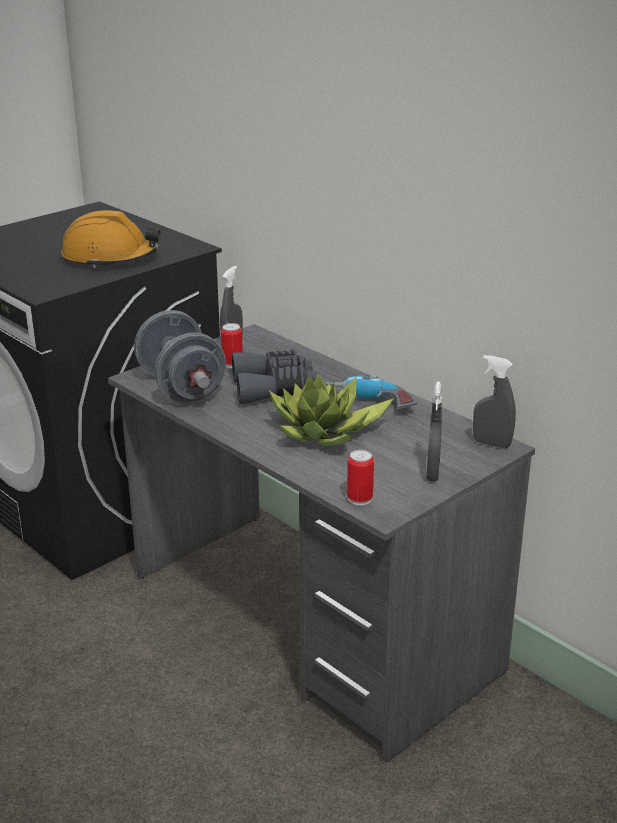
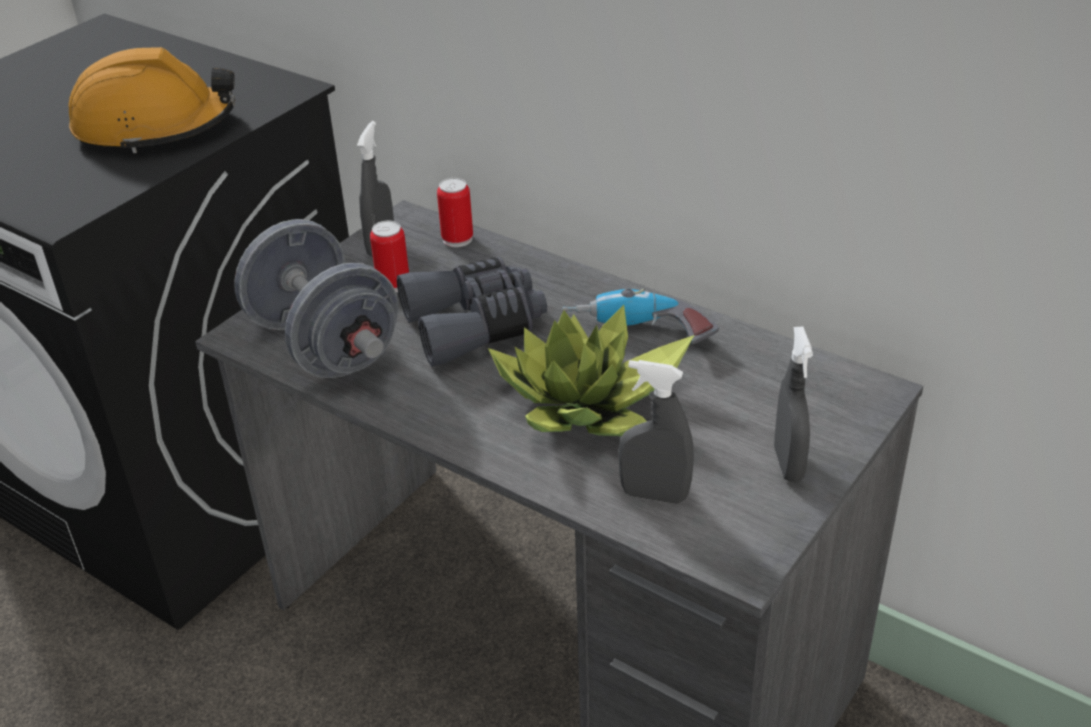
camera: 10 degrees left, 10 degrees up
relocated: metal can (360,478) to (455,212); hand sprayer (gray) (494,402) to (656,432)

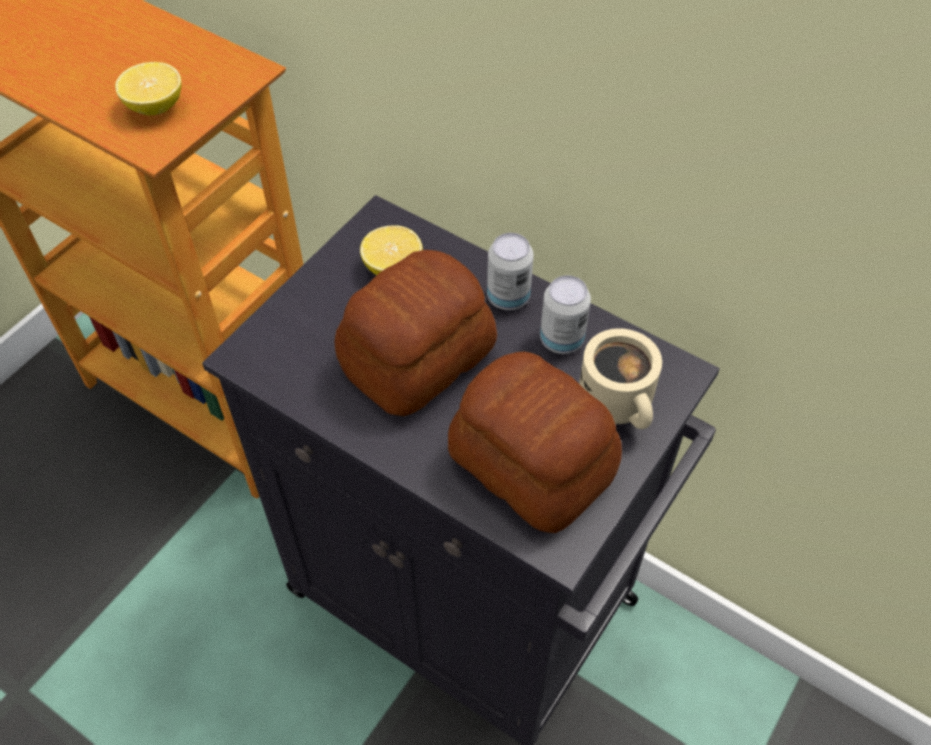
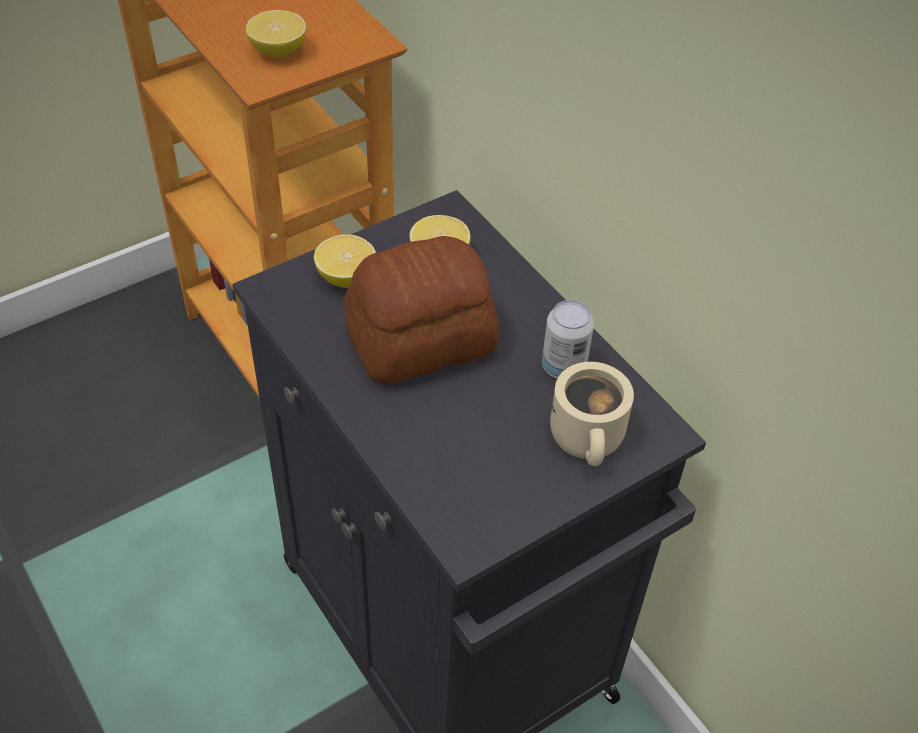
camera: 20 degrees right, 5 degrees down
missing: bread (535,442); metal can (510,271)
appeared: citrus fruit (345,261)

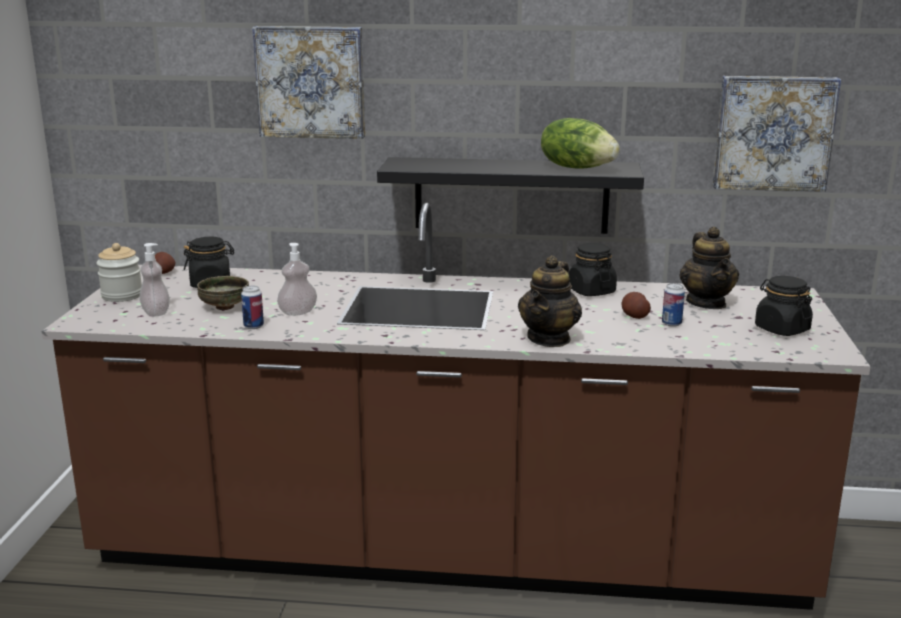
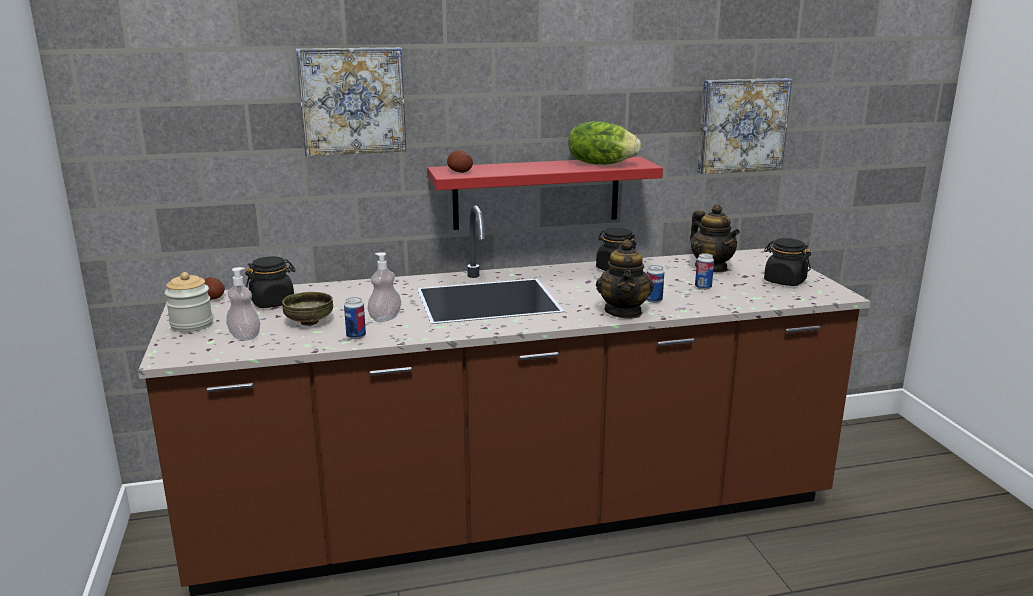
camera: 20 degrees left, 0 degrees up
appeared: metal can (655,284)
relocated: whole potato (636,305) to (460,161)
colour: shelf (blackish) (510,195) to shelf (red) (545,193)

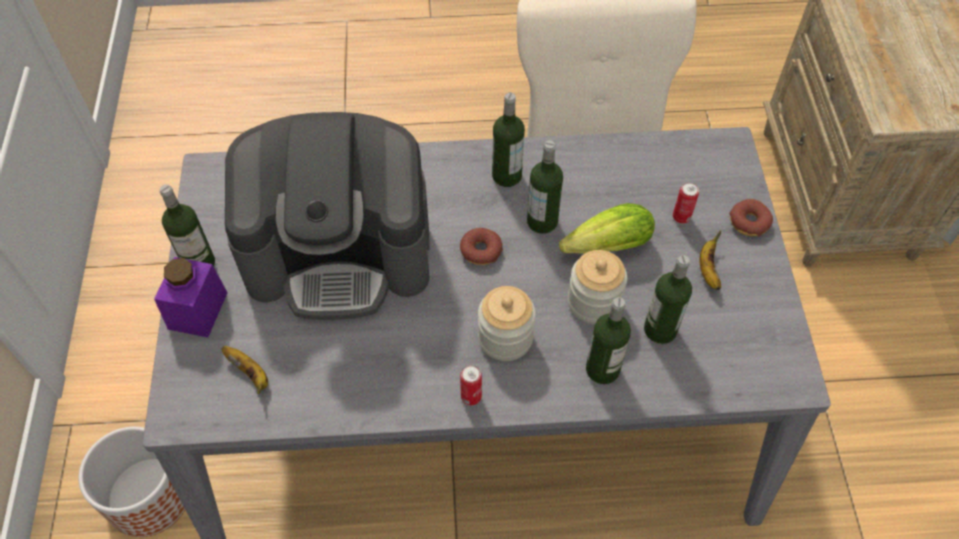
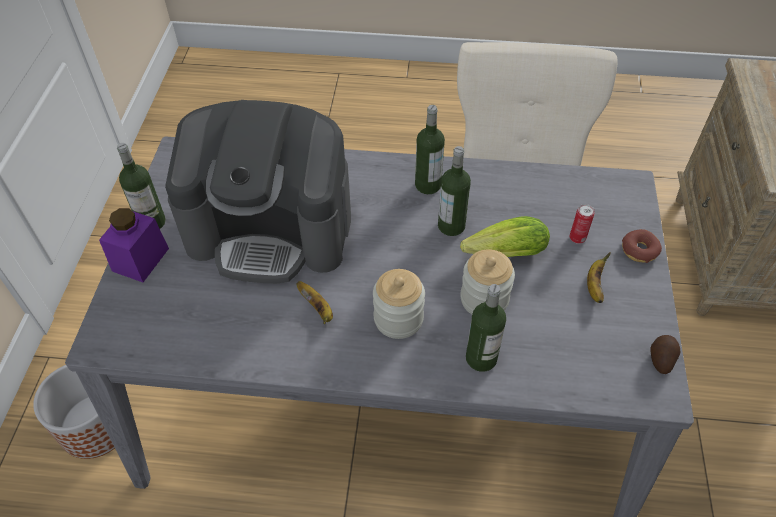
camera: 10 degrees right, 5 degrees down
missing: ring doughnut (481,246); metal can (471,385); bottle (668,299)
appeared: whole potato (665,354)
relocated: banana fruit (245,370) to (315,302)

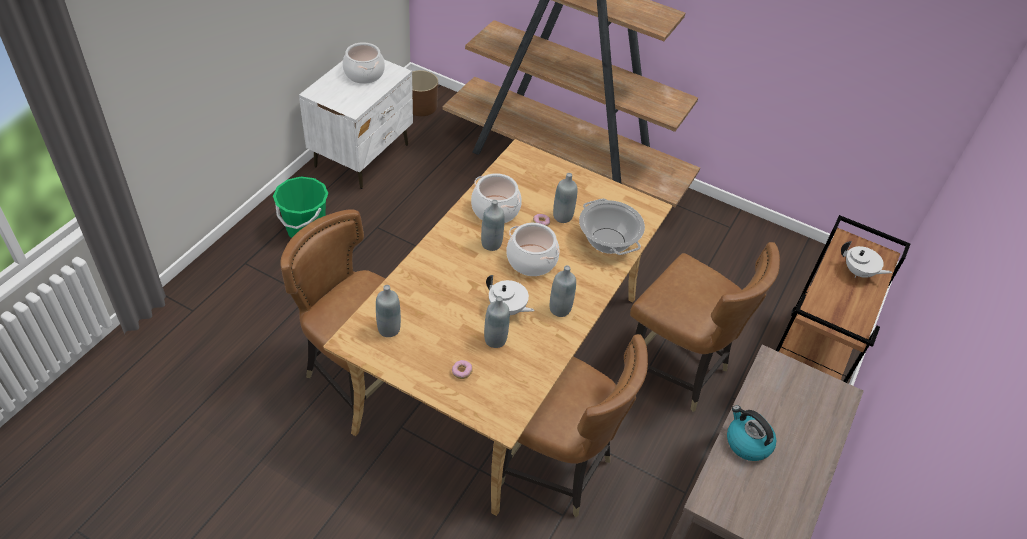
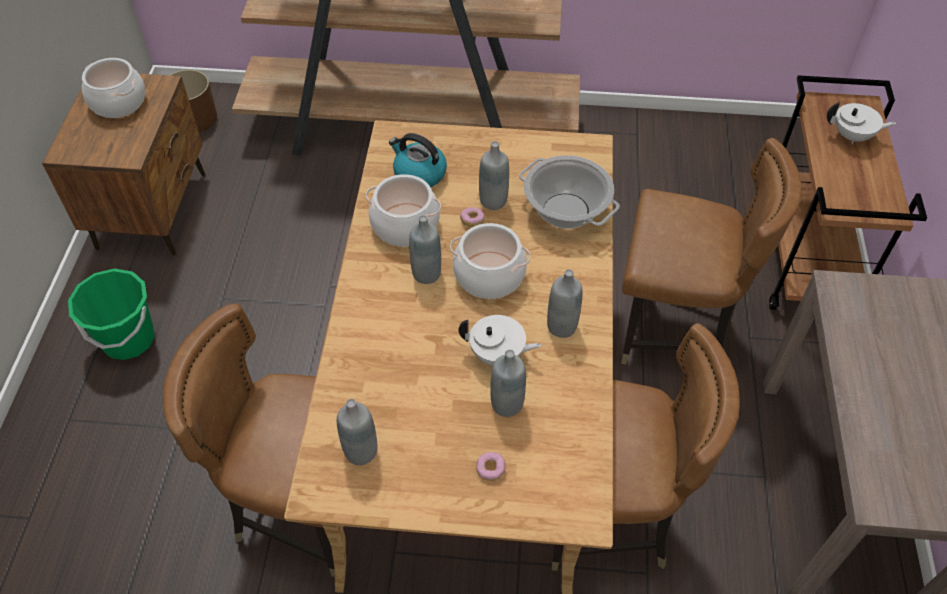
camera: 20 degrees left, 5 degrees up
relocated: water kettle (751,433) to (418,160)
colour: bedside table (white) (356,124) to bedside table (brown-coloured) (123,164)

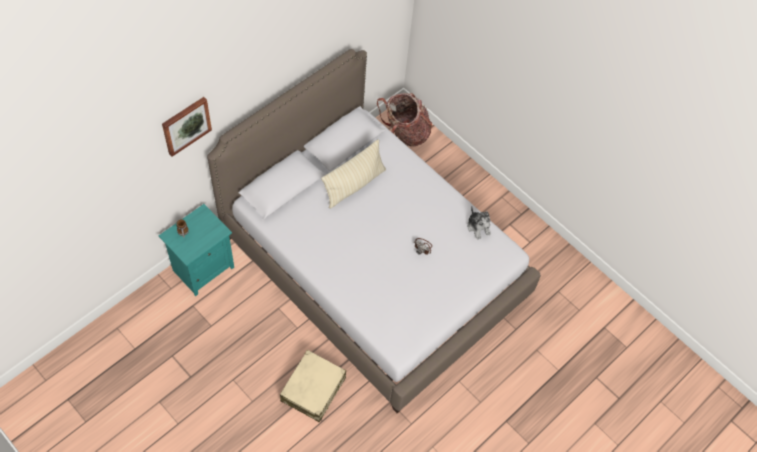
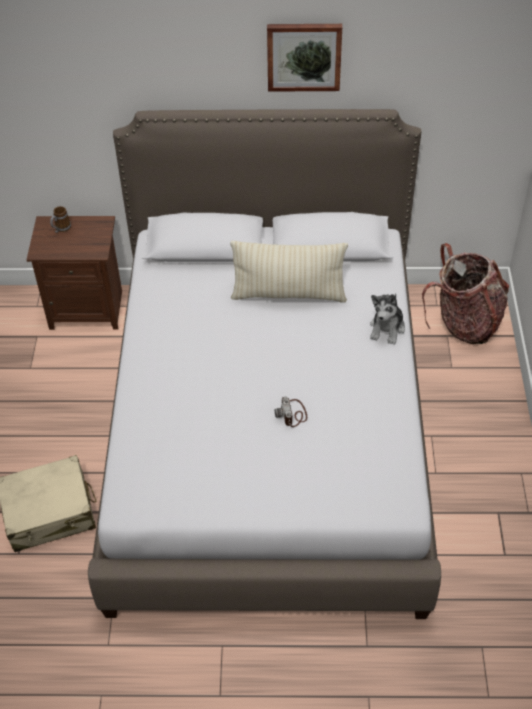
camera: 50 degrees right, 10 degrees down
relocated: wall picture (187,126) to (304,58); soft toy (479,223) to (387,319)
colour: bedside table (turquoise) (196,250) to bedside table (brown-coloured) (74,273)

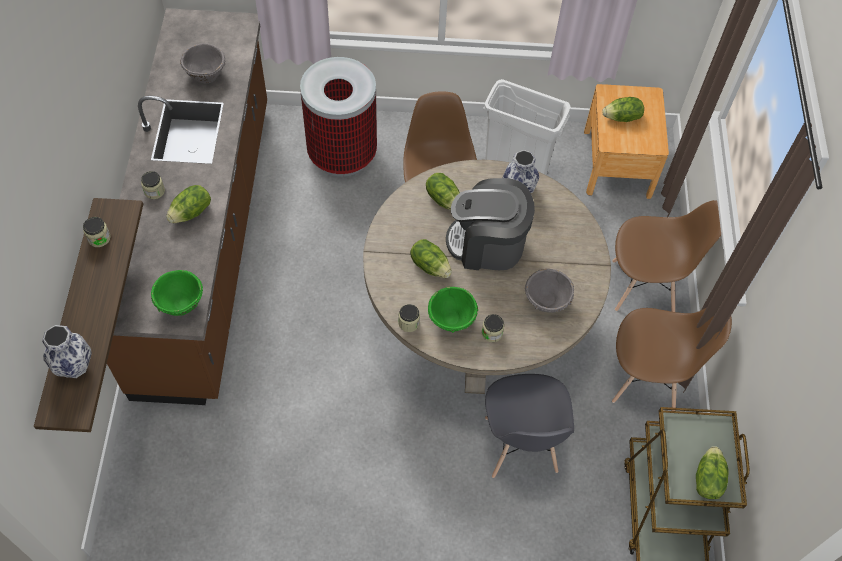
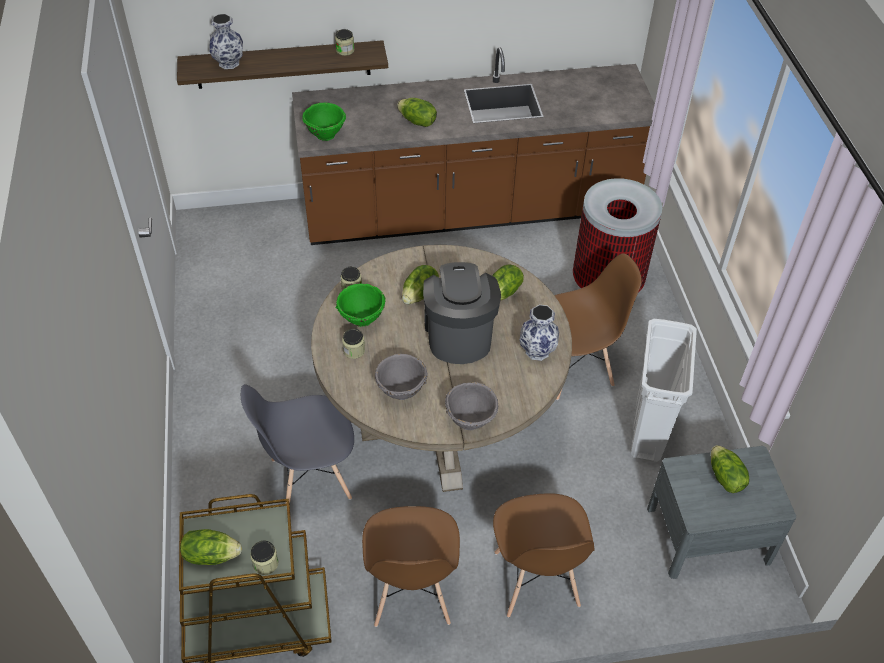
camera: 80 degrees right, 10 degrees down
relocated: jar (153,185) to (264,557); deep dish (gray) (202,63) to (471,406)
colour: bedside table (brown-coloured) (626,141) to bedside table (gray) (721,512)

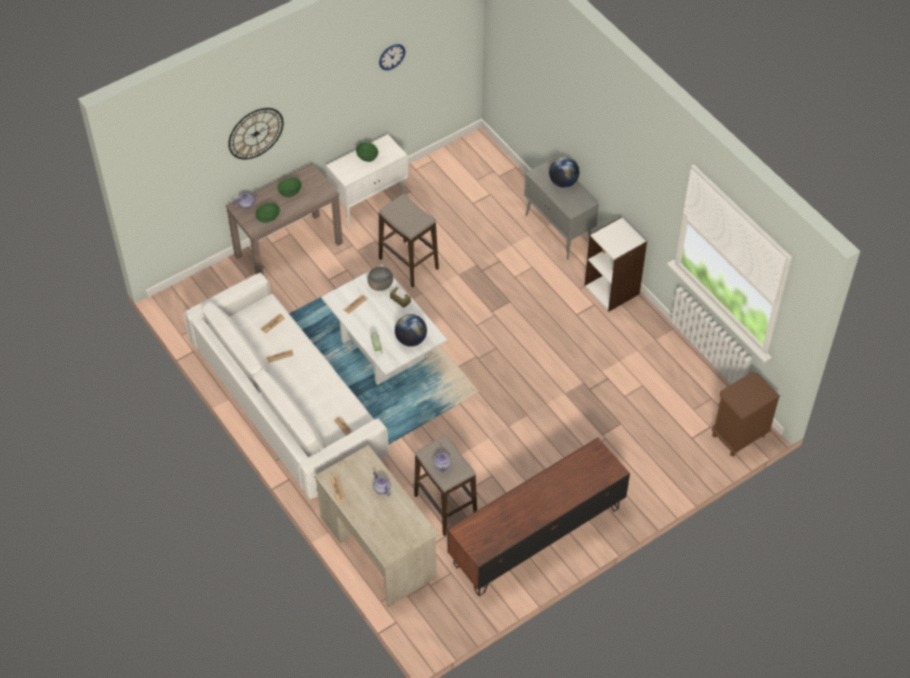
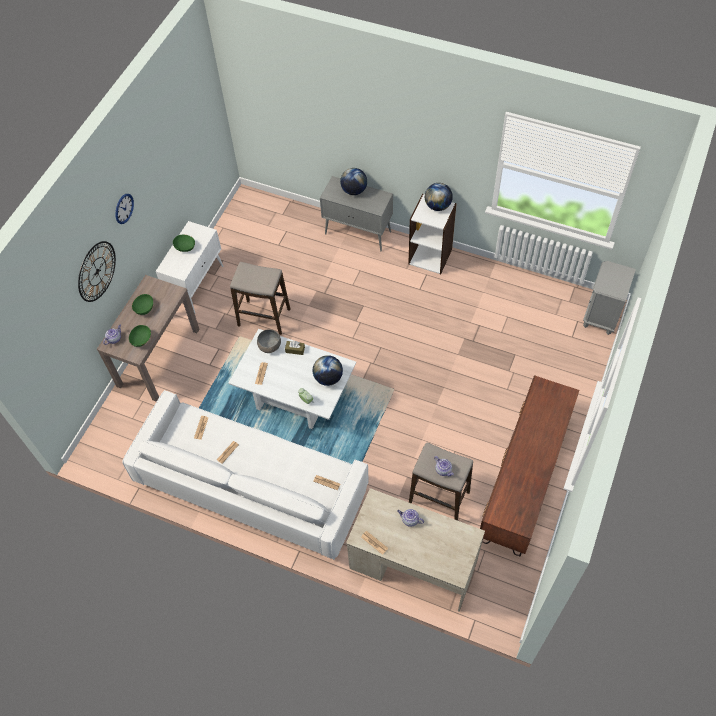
camera: 30 degrees left, 5 degrees up
appeared: globe (439,197)
relocated: clock on the wall (392,57) to (124,209)
colour: bedside table (brown-coloured) (746,414) to bedside table (gray) (609,298)

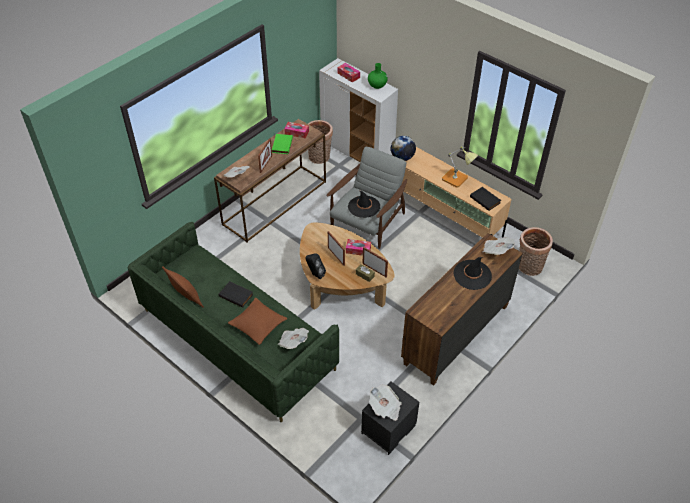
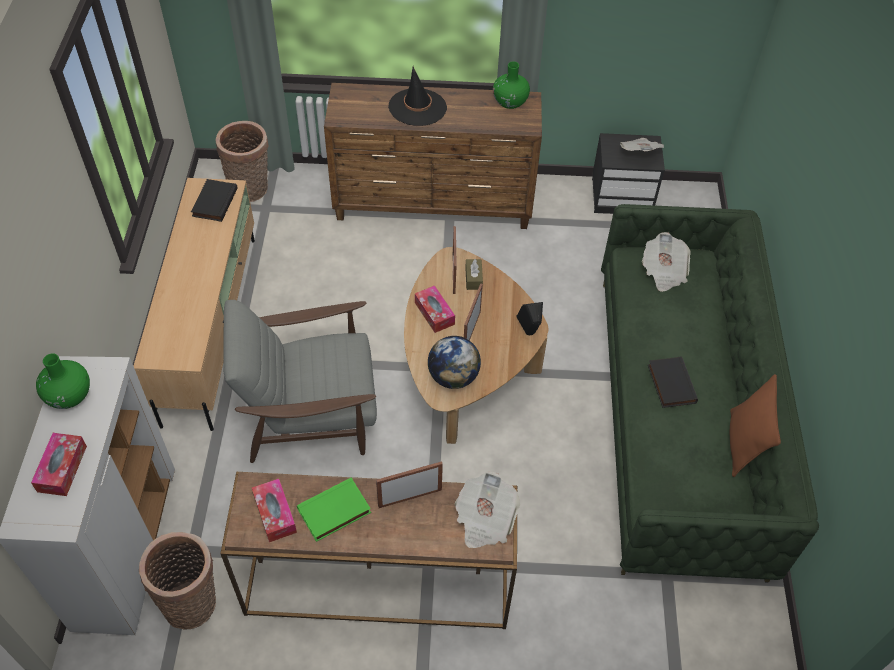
camera: 130 degrees left, 5 degrees up
missing: cushion (brown-coloured) (257,321); hat (blackish) (364,204); lamp for a table (460,167); daily paper (498,246)
appeared: decorative vase (green) (511,85)
relocated: globe (403,148) to (454,362)

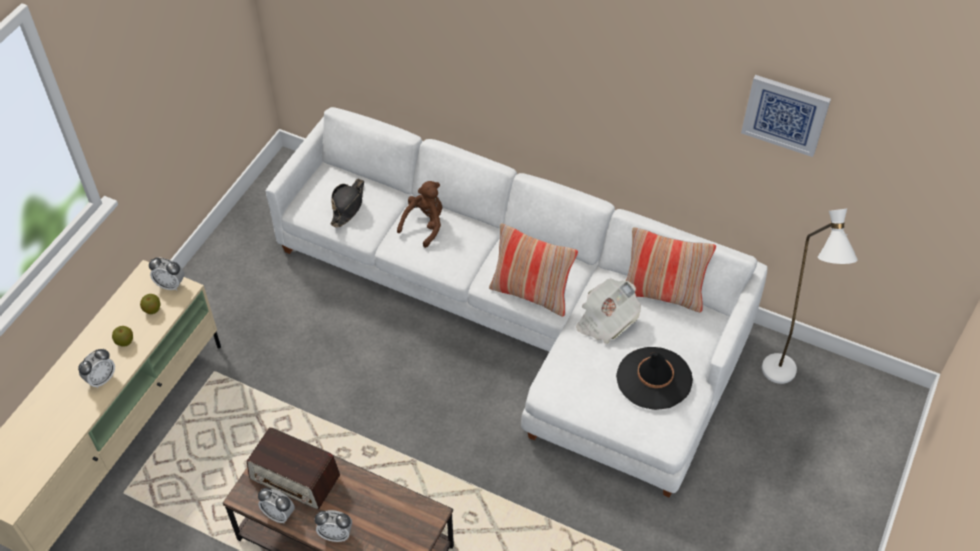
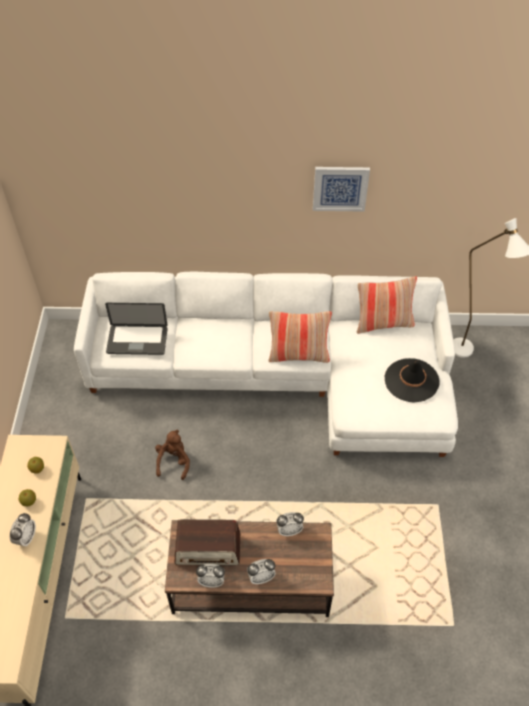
camera: 25 degrees left, 0 degrees up
missing: daily paper (608,311)
relocated: bedside clock (166,274) to (290,524); soft toy (brown-coloured) (419,214) to (172,455); wall picture (786,116) to (341,189)
exchanged: hat (blackish) (347,203) to laptop (136,329)

